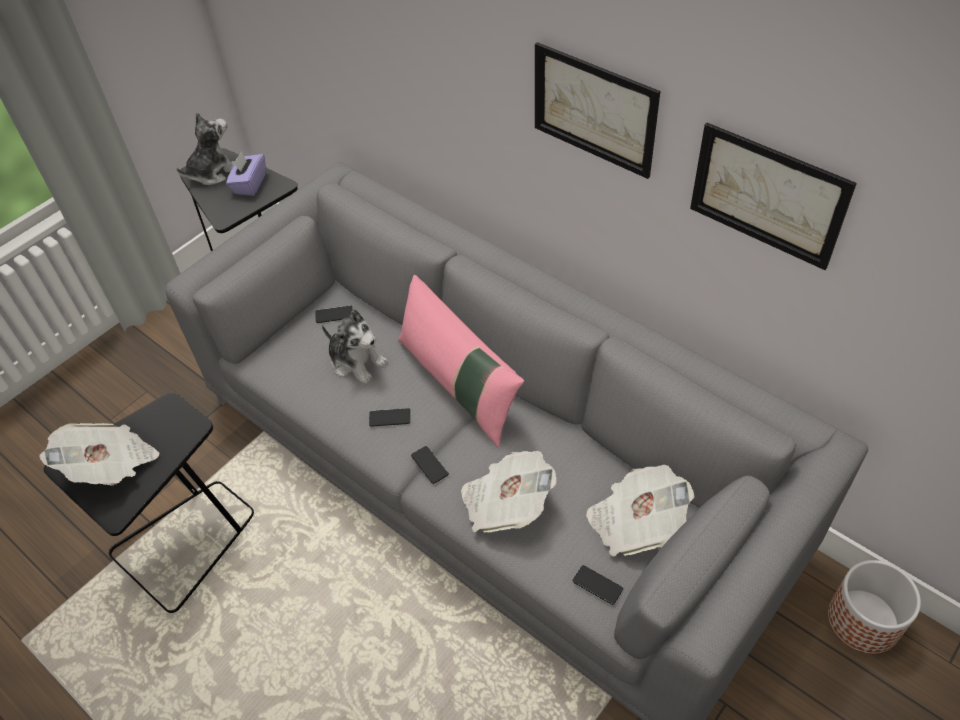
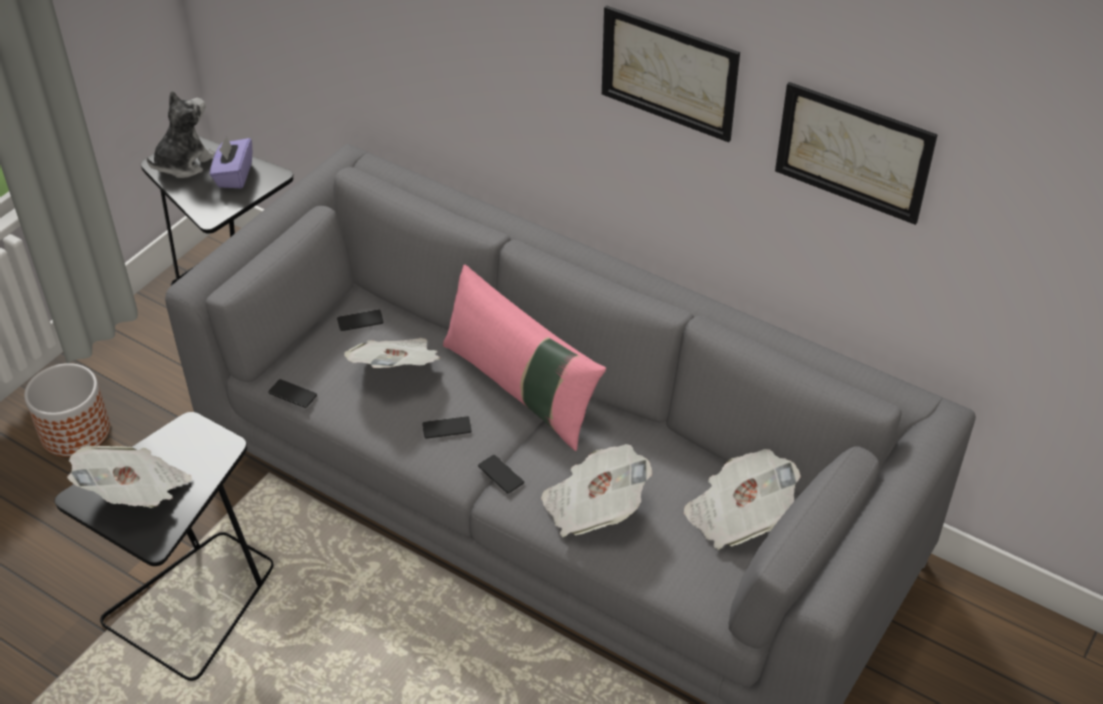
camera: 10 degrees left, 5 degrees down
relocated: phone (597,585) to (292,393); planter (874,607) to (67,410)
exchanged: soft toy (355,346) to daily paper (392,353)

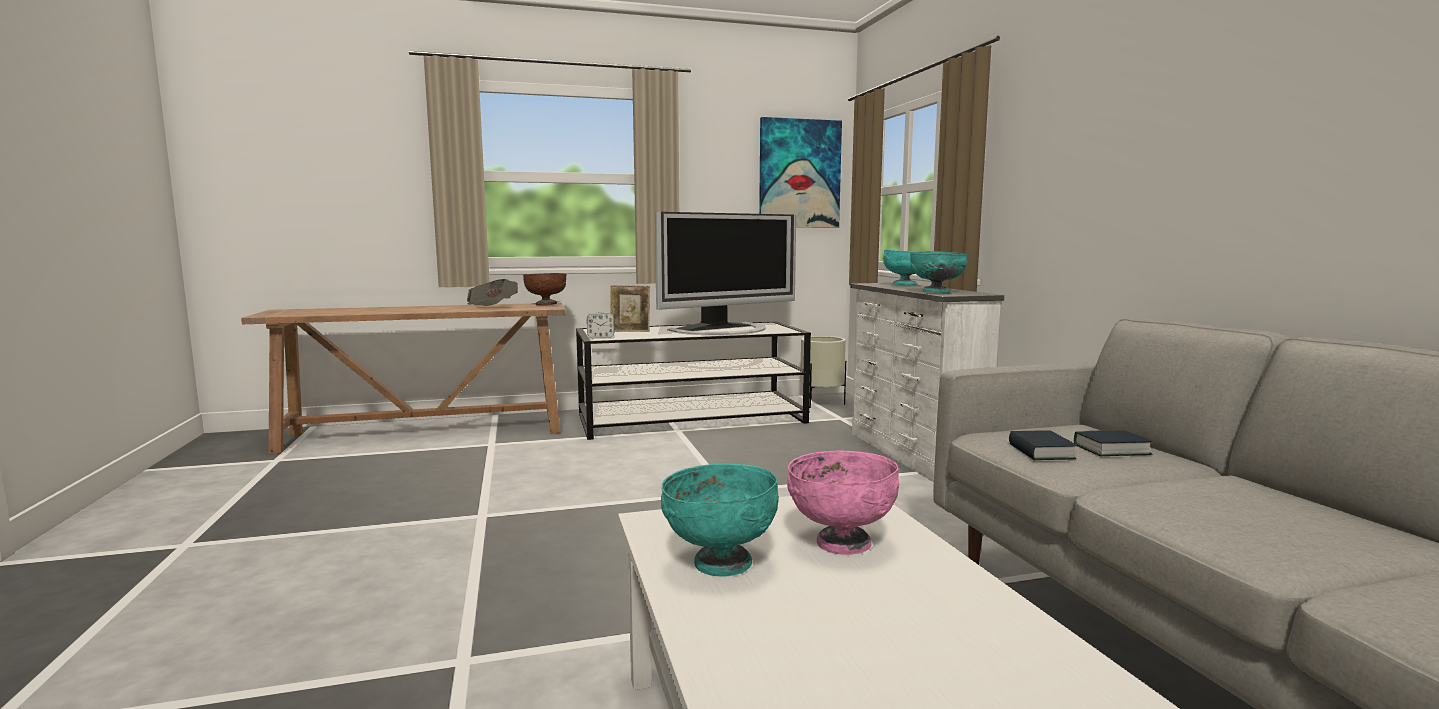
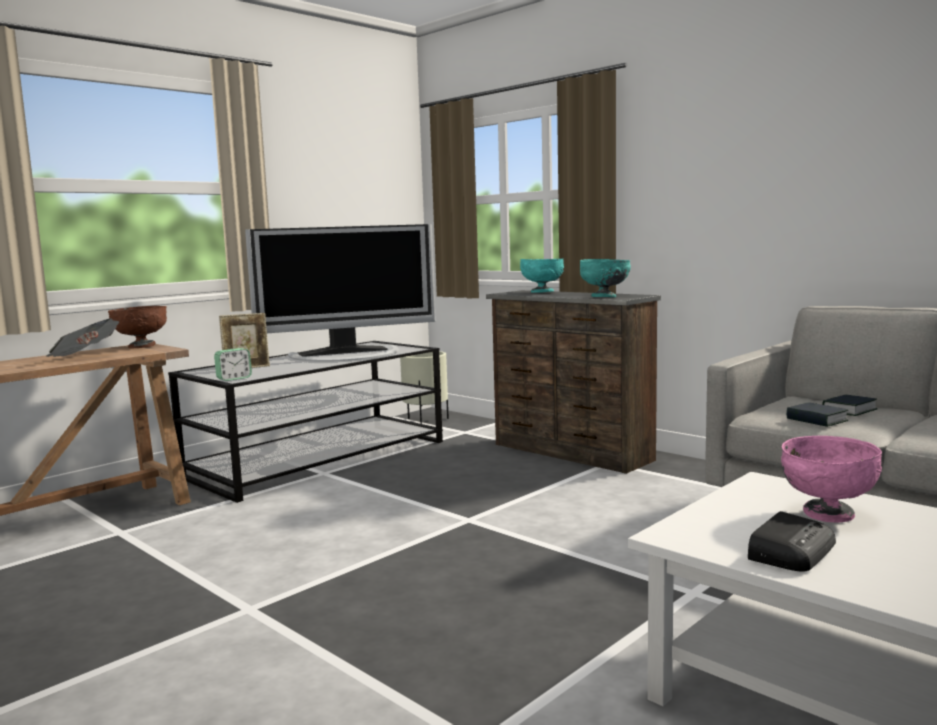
camera: 30 degrees left, 0 degrees up
missing: wall picture (800,172)
exchanged: deep dish (turquoise) (720,520) to radio (792,541)
colour: drawer chest (white) (927,382) to drawer chest (brown-coloured) (573,382)
spun: TV set (725,273) = (340,293) 45 degrees clockwise

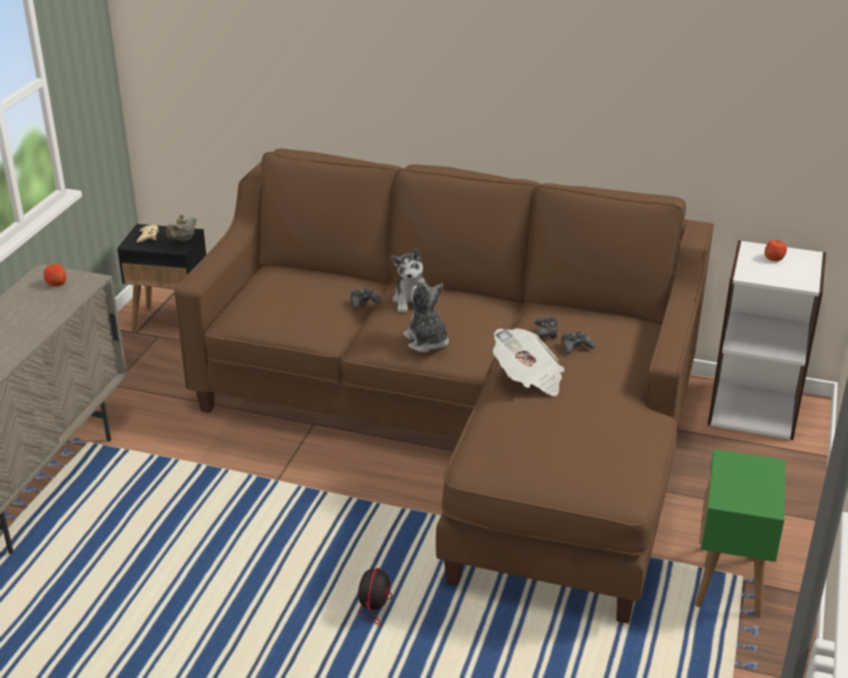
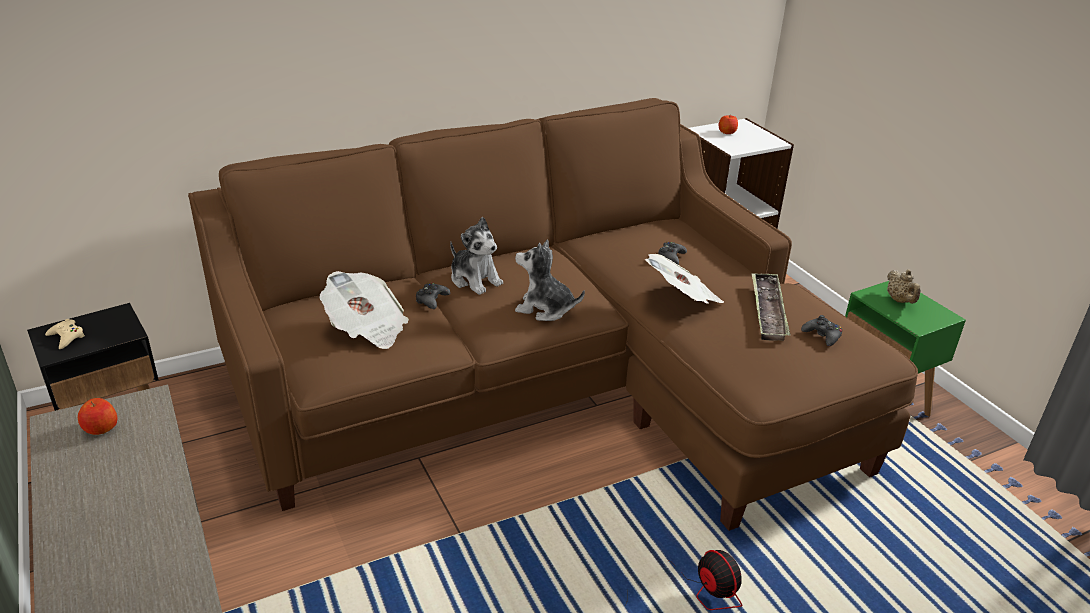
camera: 45 degrees left, 0 degrees up
appeared: daily paper (364,310); tray (770,307)
relocated: pot for tea (beige-coloured) (181,228) to (904,286); gamepad (blackish) (546,327) to (821,330)

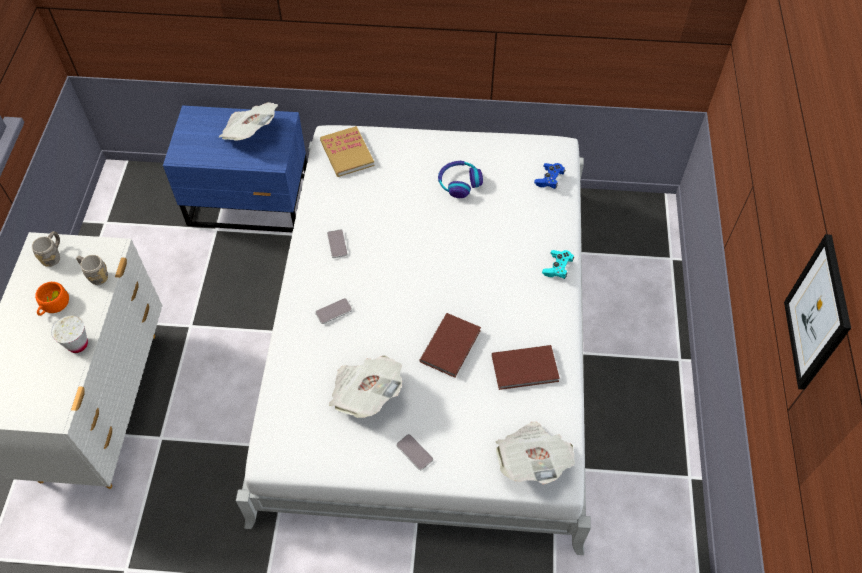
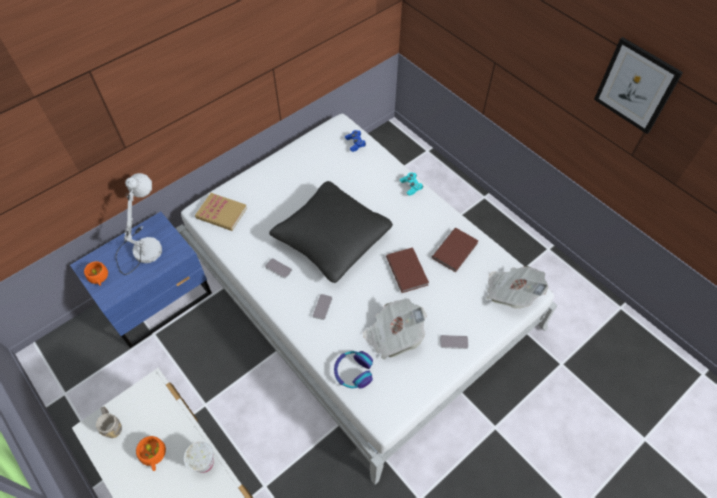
camera: 45 degrees left, 0 degrees up
missing: coffee mug (gray) (92,270)
appeared: small cup (orange) (96,273); cushion (blackish) (331,232)
relocated: headset (460,179) to (353,370)
exchanged: daily paper (248,121) to lamp for a table (white) (139,224)

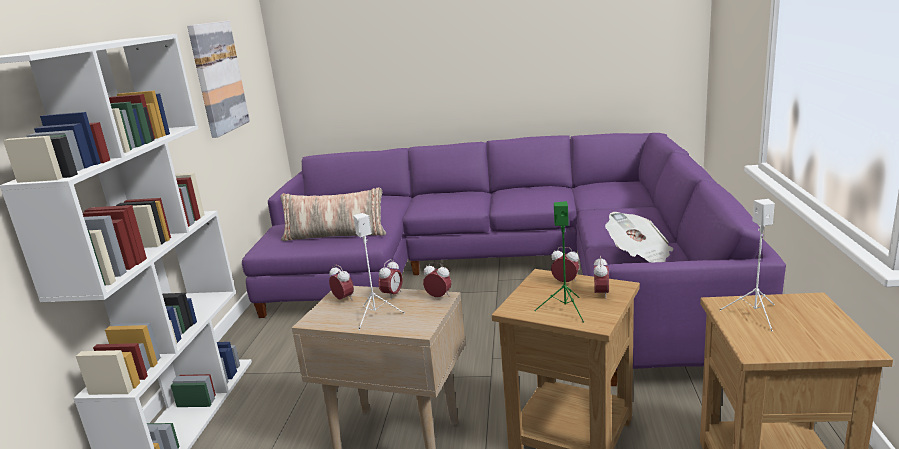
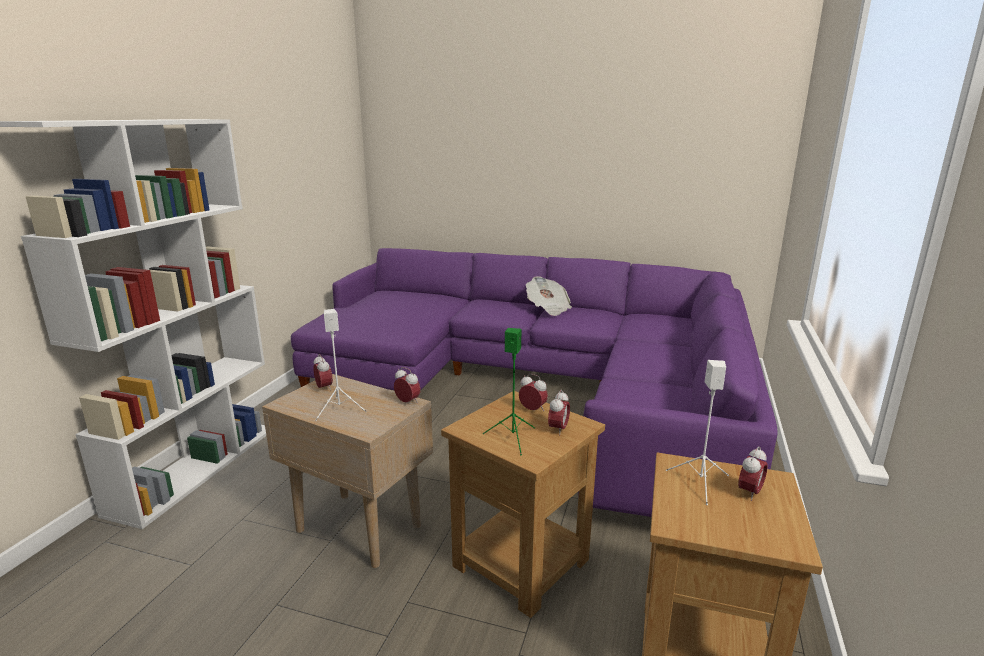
camera: 10 degrees right, 0 degrees up
missing: wall picture (218,79); cushion (333,214)
relocated: bedside clock (391,279) to (753,473); daily paper (639,237) to (549,296)

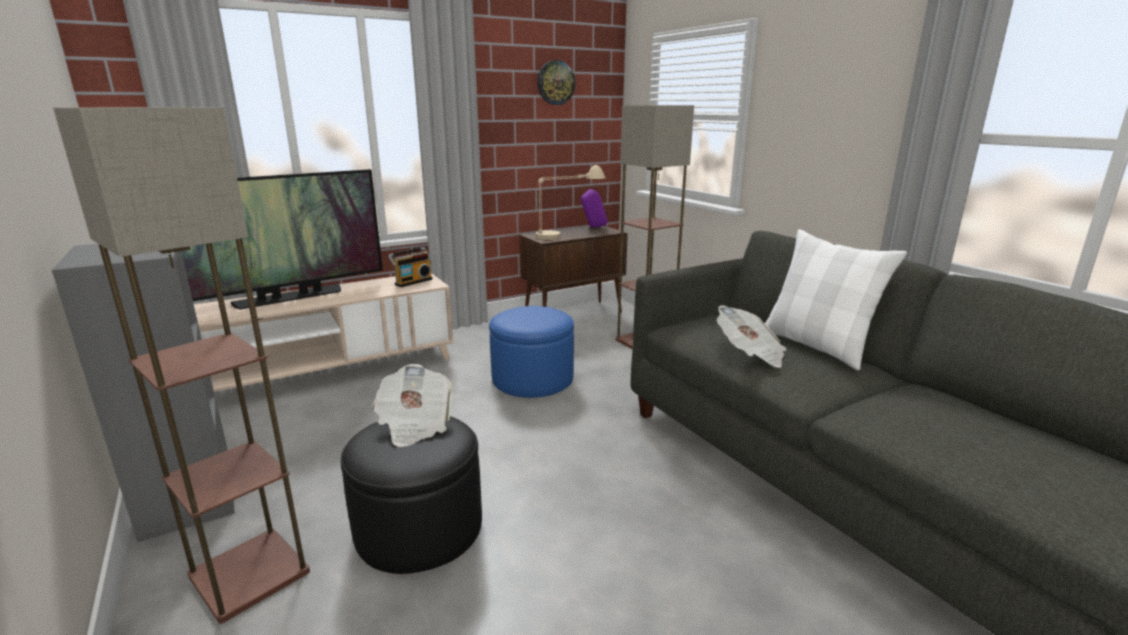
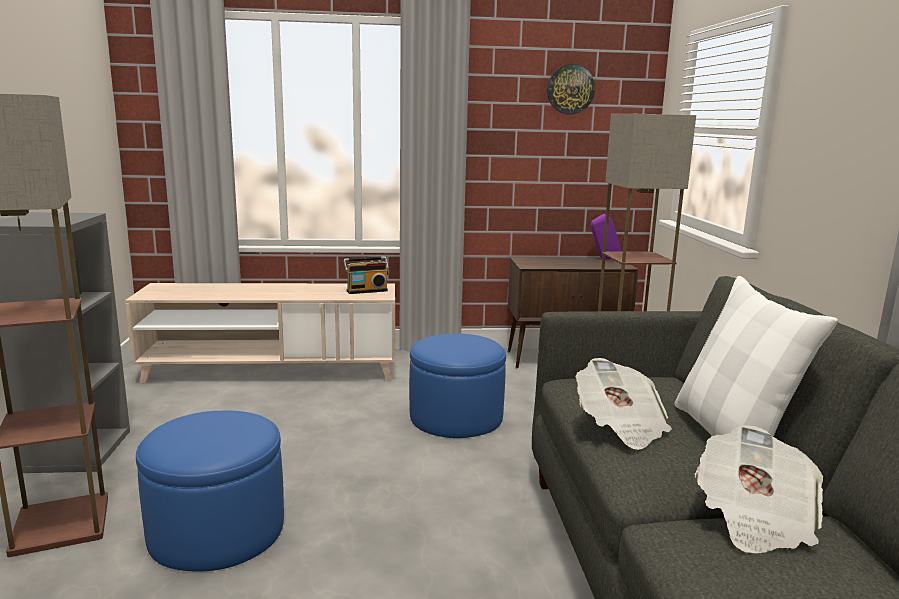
camera: 25 degrees right, 5 degrees down
missing: TV set (282,239); lamp for a table (beige-coloured) (570,202)
relocated: daily paper (413,405) to (759,489)
colour: pouffe (blackish) (411,495) to pouffe (blue-coloured) (210,491)

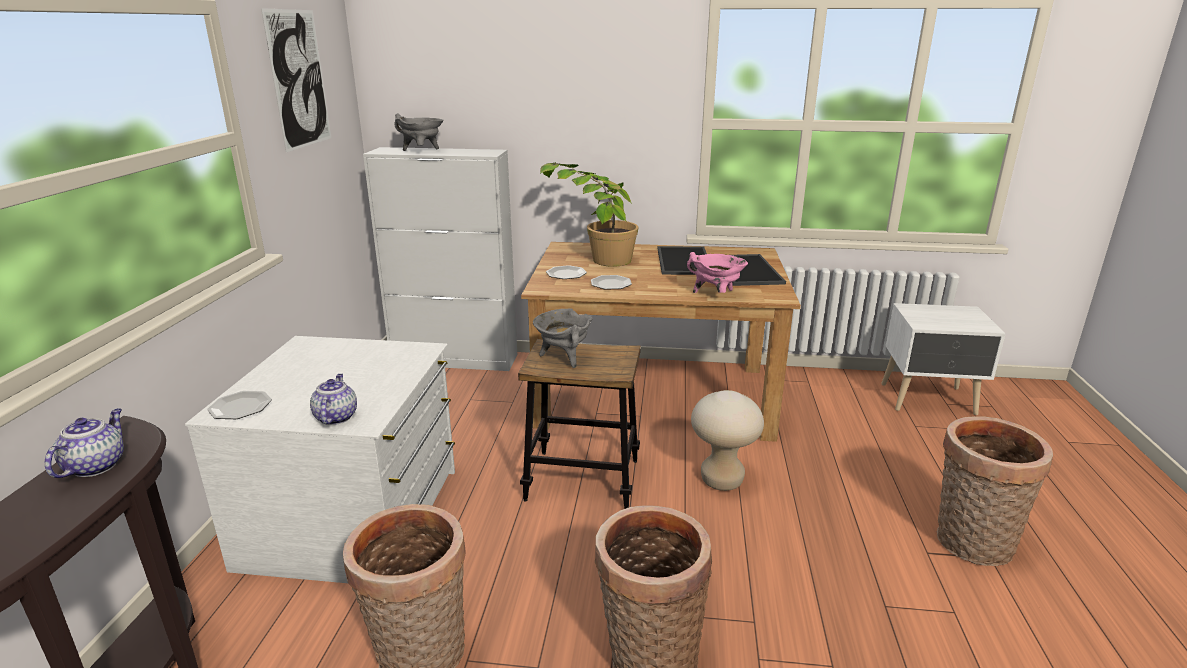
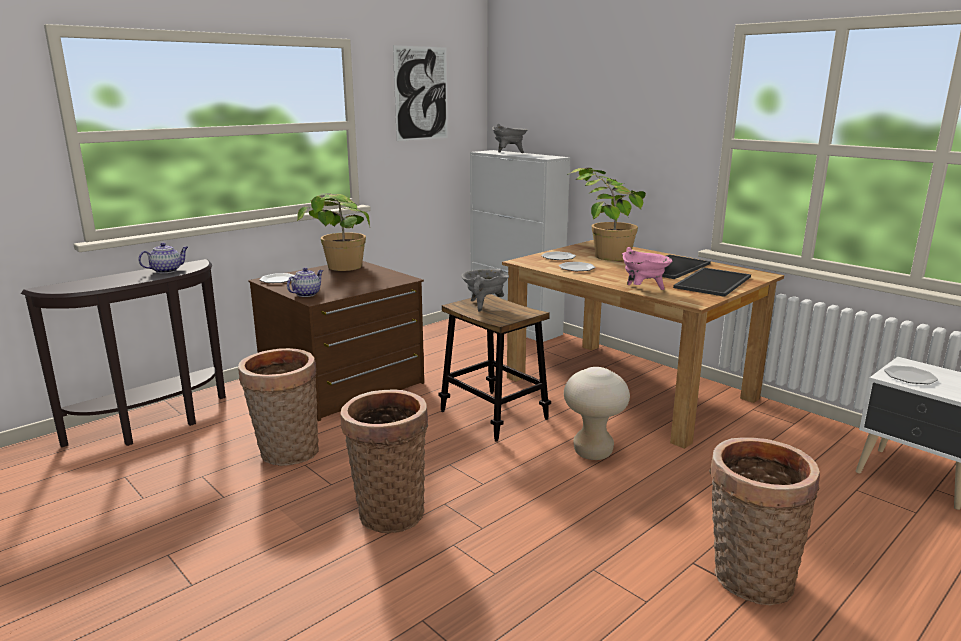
camera: 40 degrees right, 5 degrees down
appeared: potted plant (333,232); dinner plate (911,374)
colour: drawer chest (white) (320,459) to drawer chest (brown-coloured) (336,341)

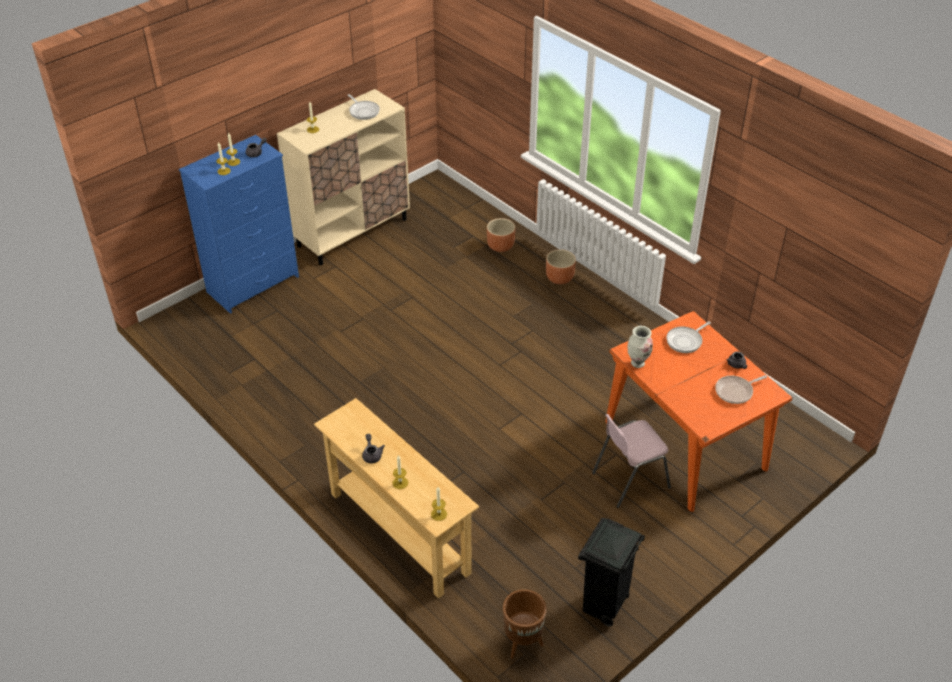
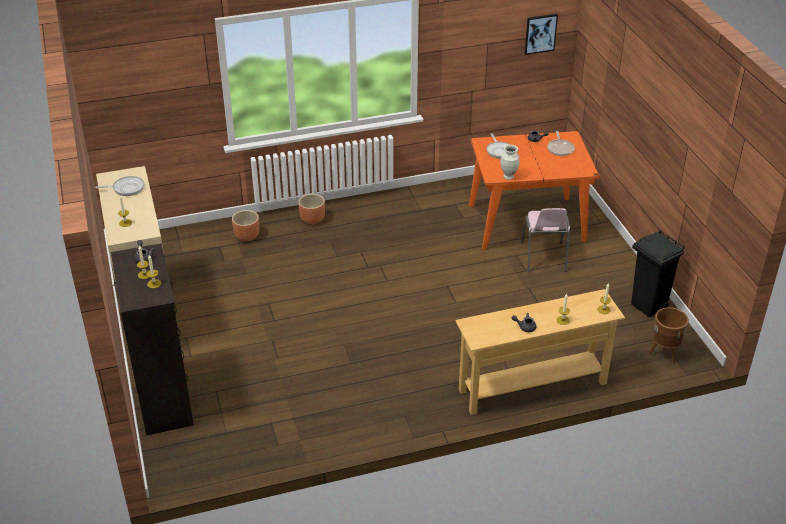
camera: 65 degrees left, 5 degrees down
appeared: wall picture (541,34)
colour: drawer chest (blue-coloured) (239,224) to drawer chest (blackish) (152,339)

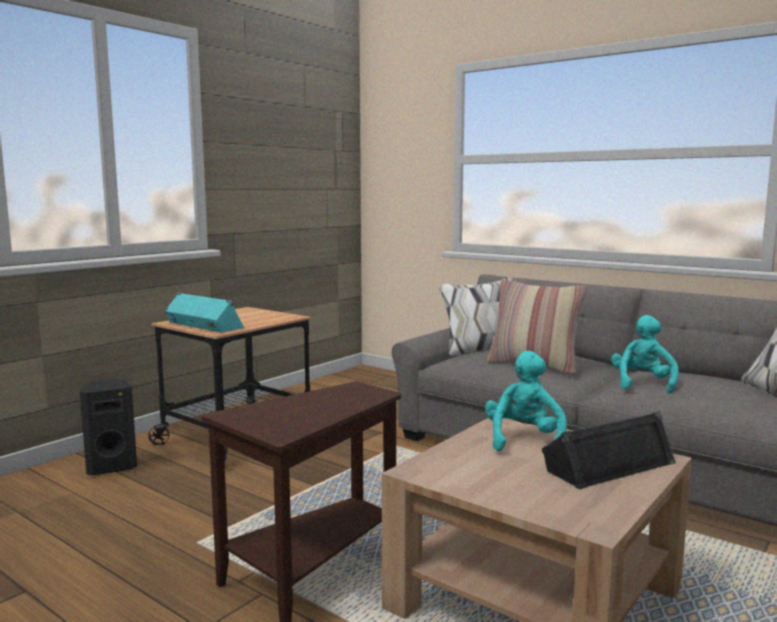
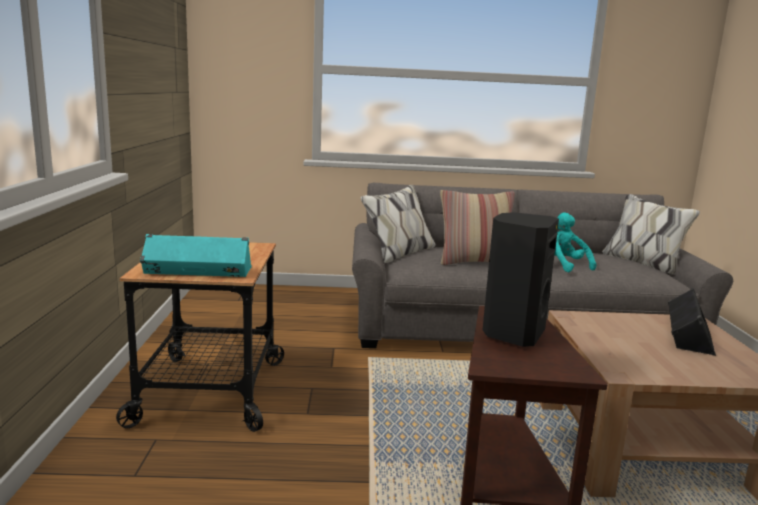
camera: 40 degrees left, 5 degrees up
missing: soft toy (turquoise) (526,401)
relocated: audio speaker (blackish) (108,427) to (520,279)

